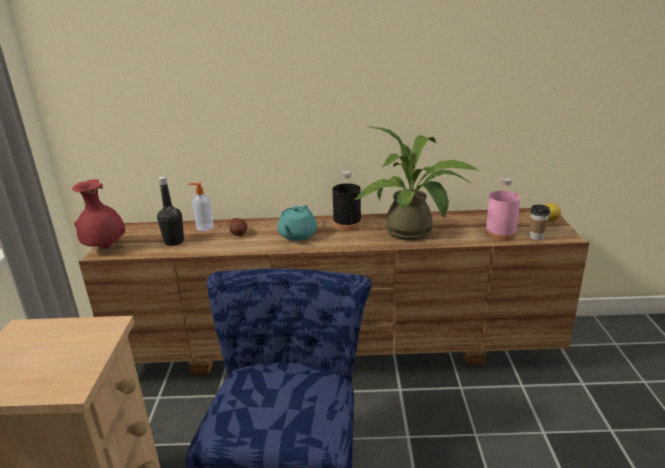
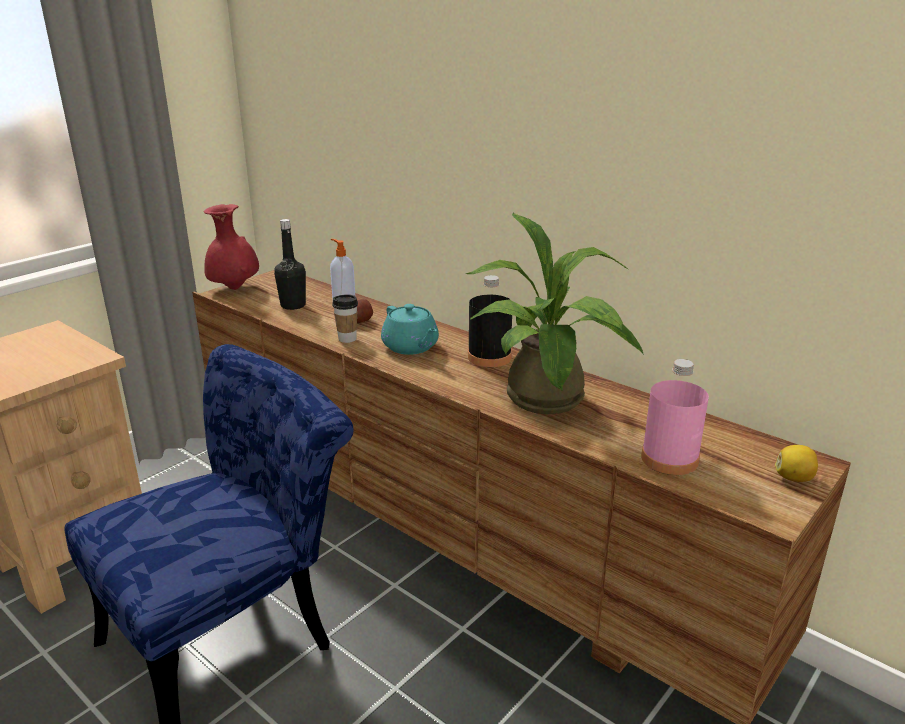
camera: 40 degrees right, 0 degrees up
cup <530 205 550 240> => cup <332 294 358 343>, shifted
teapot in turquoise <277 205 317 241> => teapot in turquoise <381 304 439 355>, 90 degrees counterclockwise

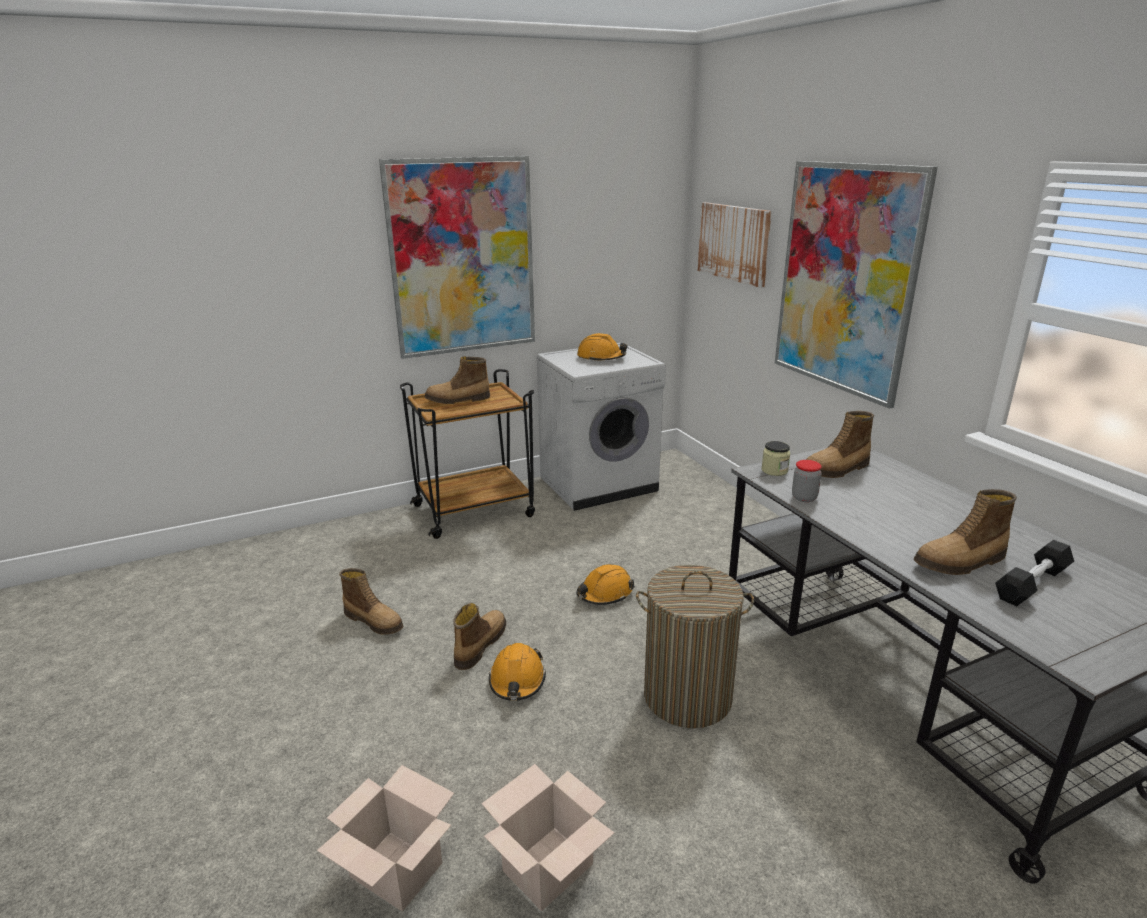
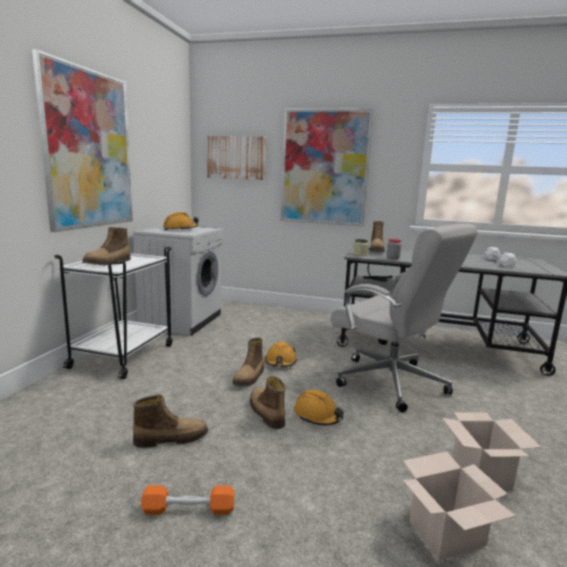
camera: 50 degrees left, 10 degrees down
nothing => dumbbell in orange <141 485 234 515>
boot <914 489 1017 575> => boot <232 338 264 386>, shifted
laundry basket <636 565 754 728> => office chair in grey <331 224 478 412>
cart in brown <400 369 535 539> => cart in white <54 247 173 379>
dumbbell in black <995 540 1074 606> => dumbbell in white <485 247 517 267>

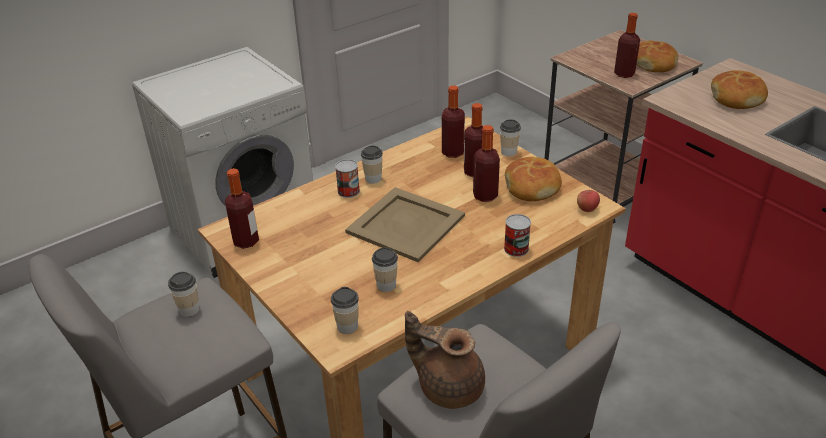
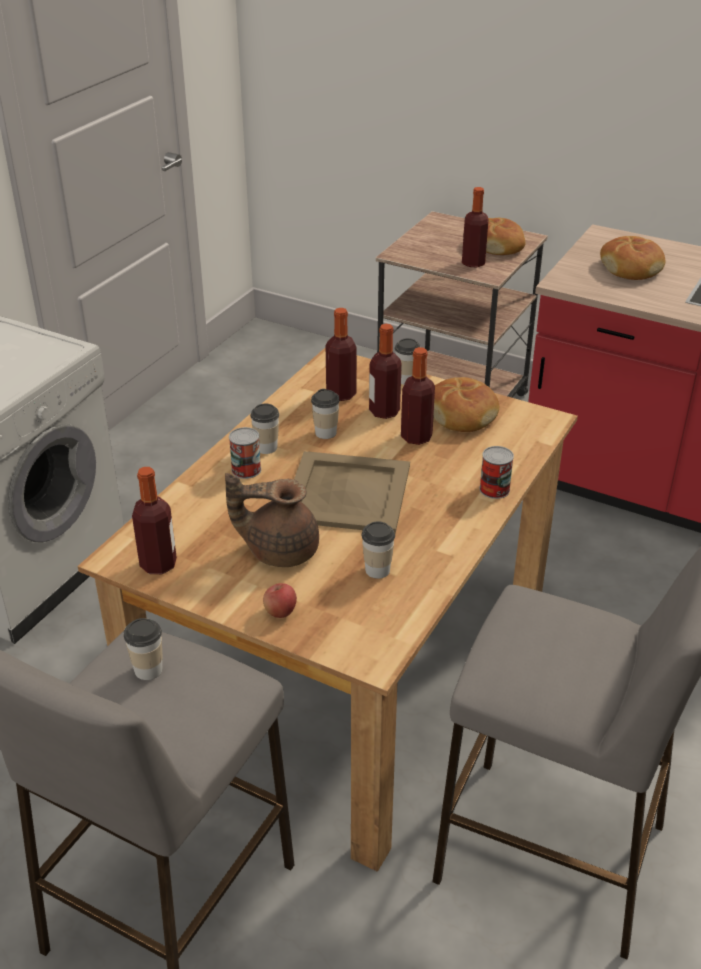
camera: 25 degrees left, 0 degrees up
cup <331 287 359 334> => cup <311 389 340 439>, shifted
teapot in brown <405 311 485 409> => teapot in brown <225 473 319 567>, shifted
apple <577 190 600 212> => apple <263 583 297 618>, shifted

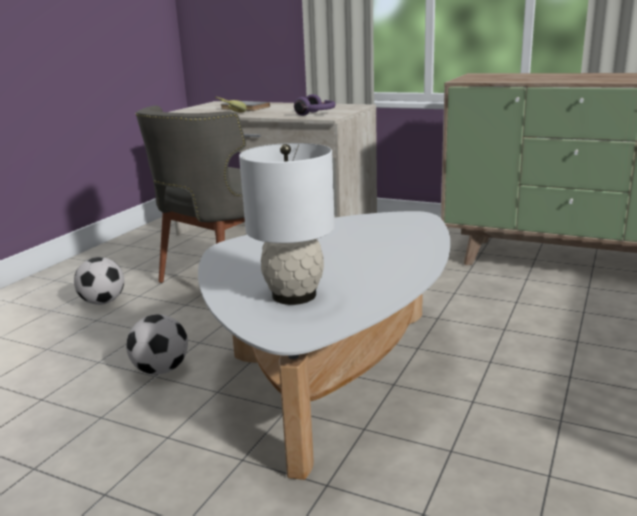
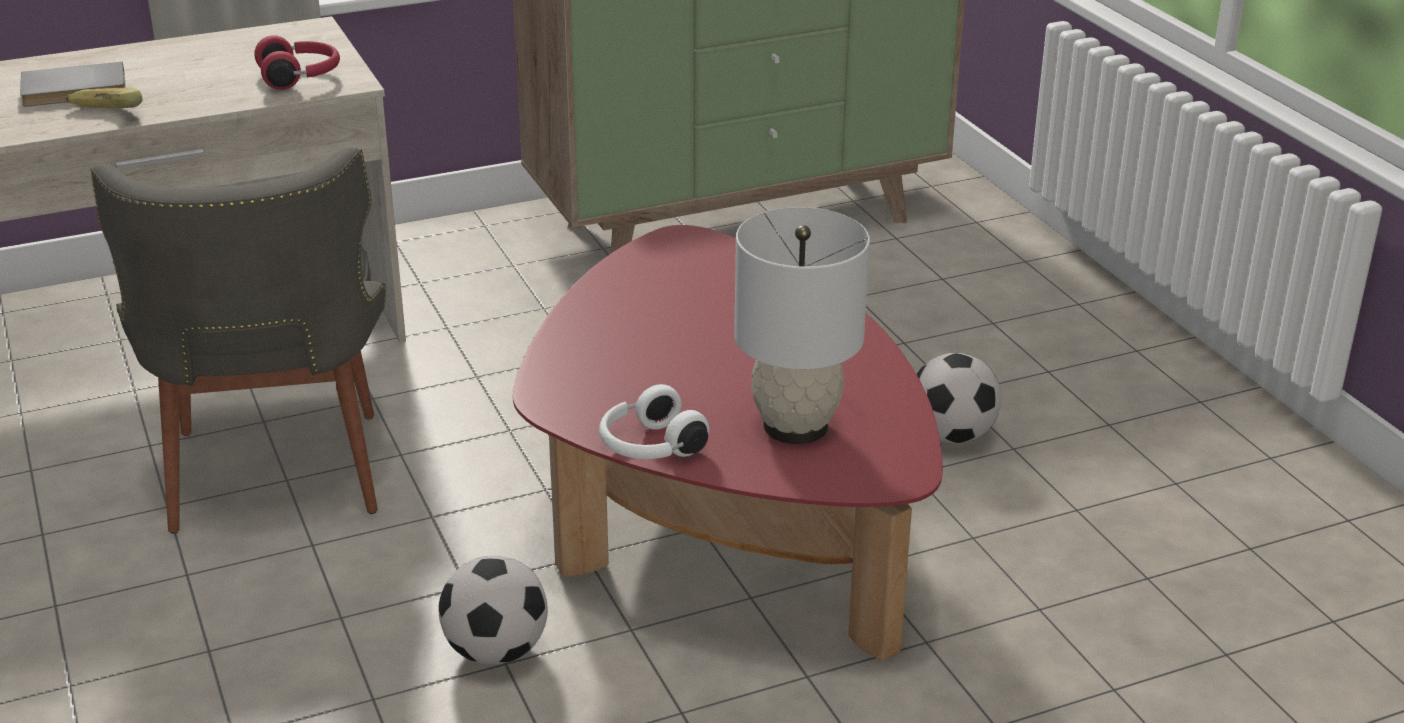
camera: 50 degrees left, 10 degrees up
nothing => headphones in white <599 384 709 459>
football <74 257 124 305> => football <917 353 1001 444>, shifted
coffee table in white <198 211 450 480> => coffee table in red <513 225 943 660>
headphones in purple <294 94 336 116> => headphones in red <254 35 340 90>

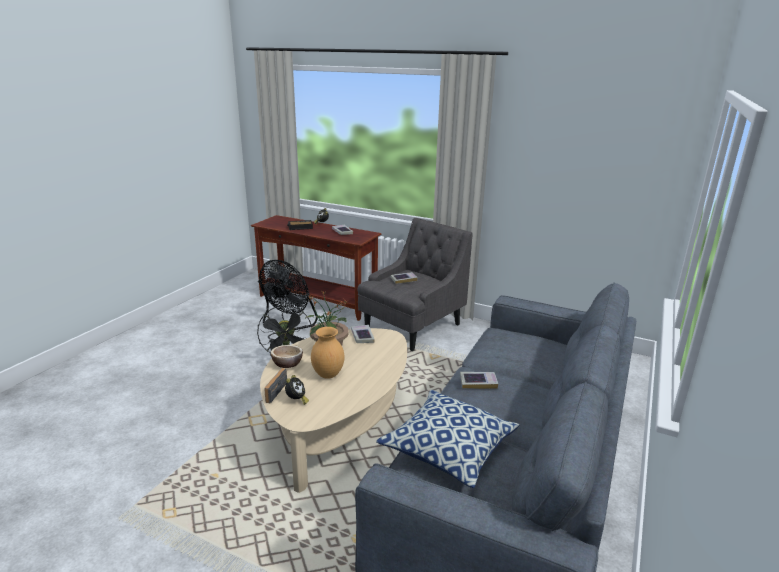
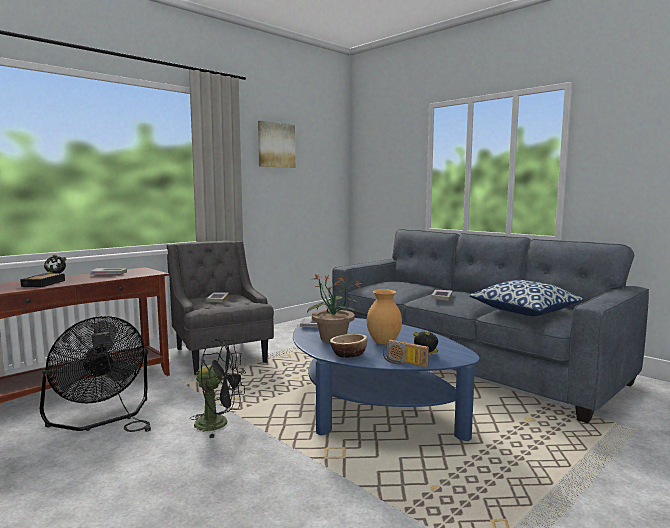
camera: 70 degrees left, 15 degrees down
nothing => picture <258 121 295 168>
coffee table in beige <260 328 407 493> => coffee table in blue <293 318 479 441>

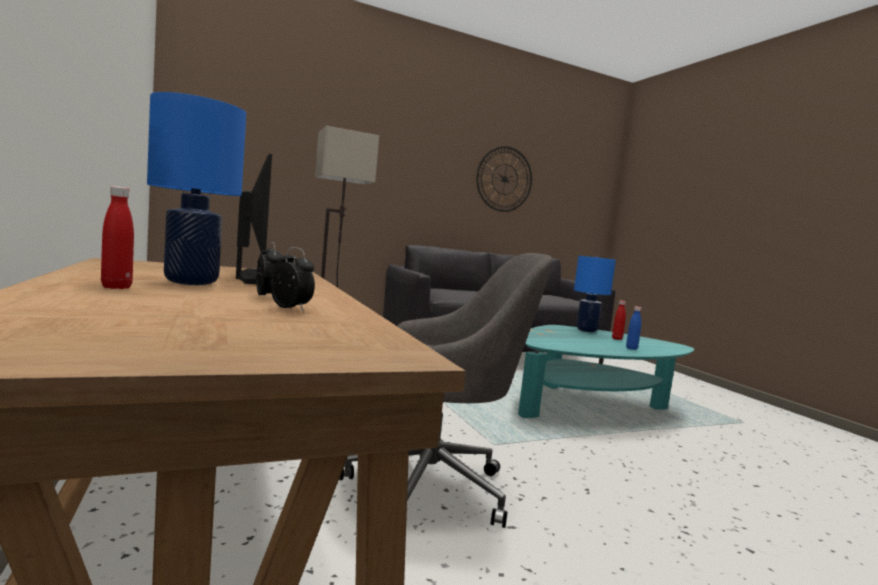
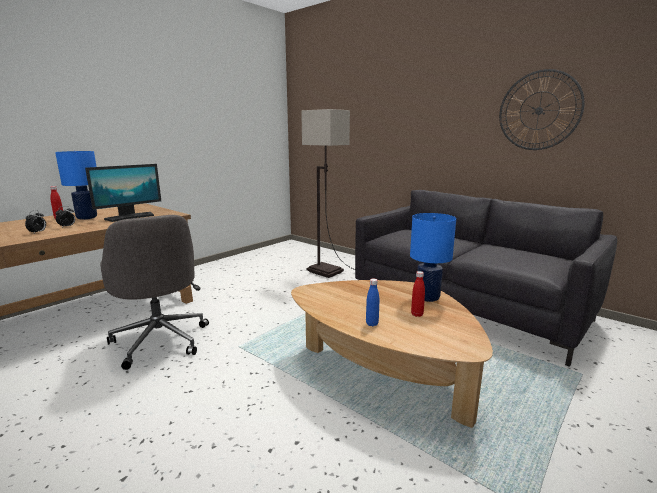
camera: 65 degrees right, 10 degrees up
coffee table in turquoise <518 325 694 418> => coffee table in brown <291 280 493 428>

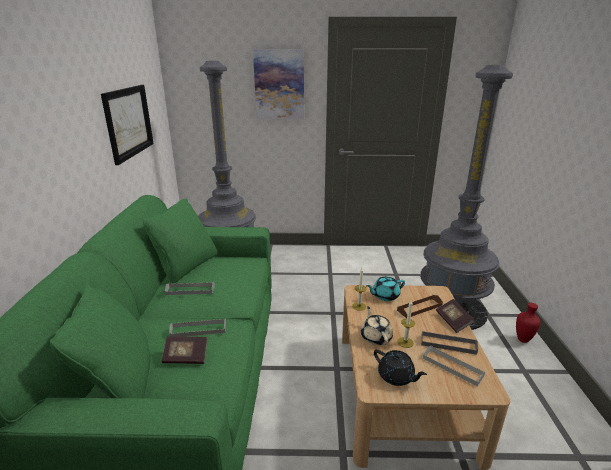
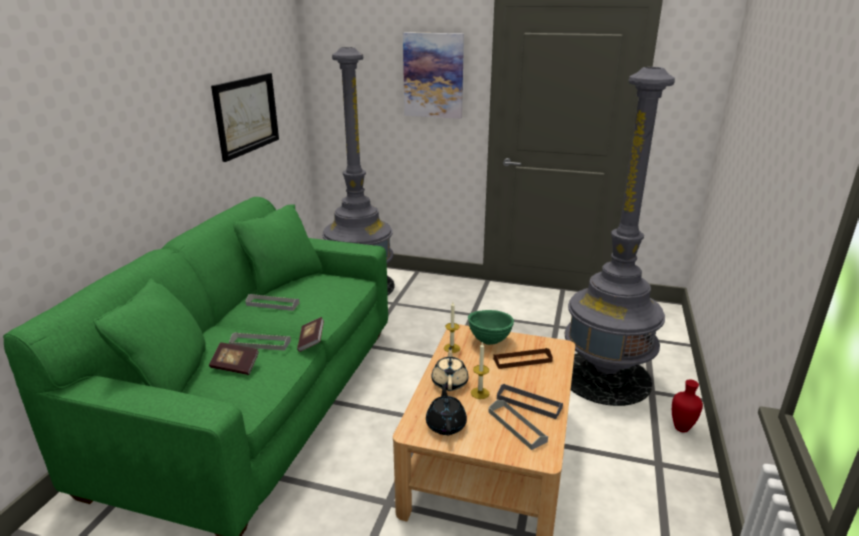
camera: 15 degrees right, 0 degrees up
book <436 299 475 333> => book <297 317 324 352>, shifted
teapot in turquoise <367 277 405 301> => bowl in green <468 310 514 345>
teapot in black <374 350 427 386> => teapot in black <426 384 467 436>, 150 degrees counterclockwise

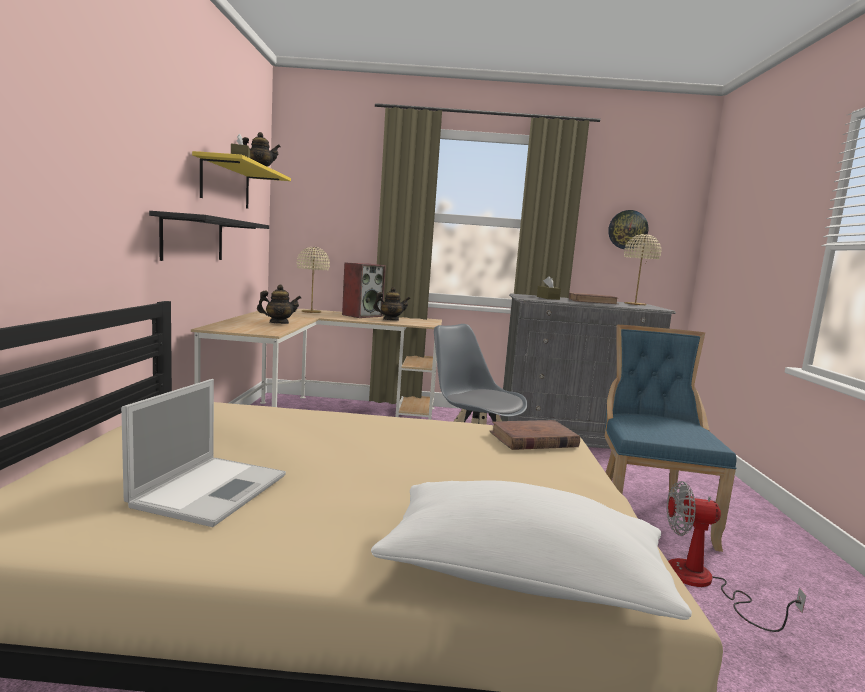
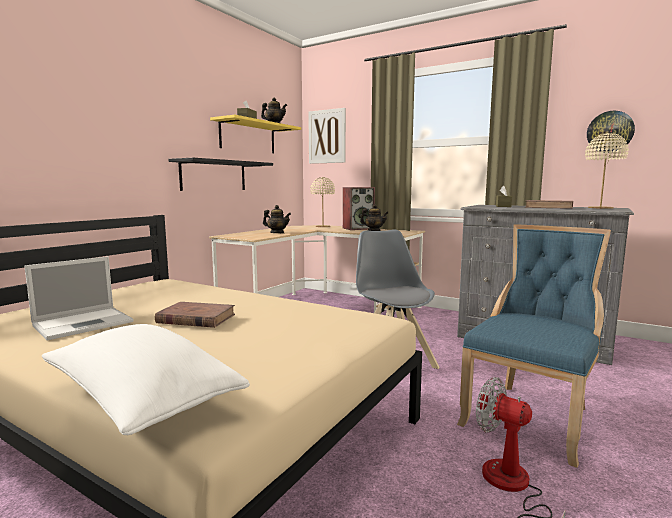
camera: 30 degrees right, 0 degrees up
nothing => picture <308 108 346 164>
book in brown <490 420 580 450> => book in brown <155 302 235 328>, shifted

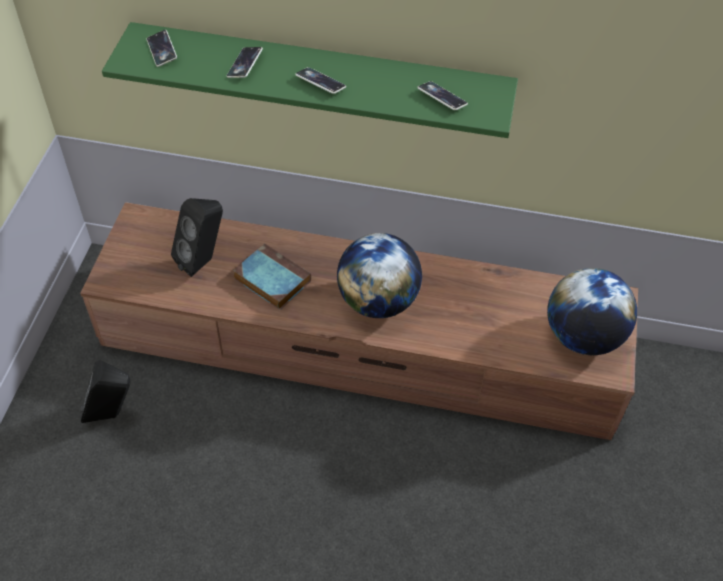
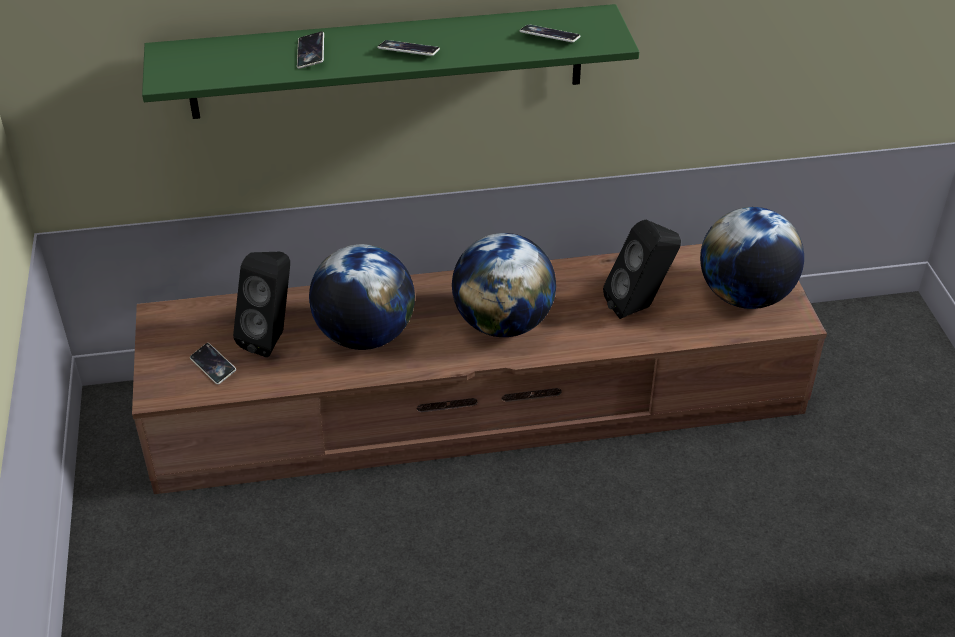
camera: 20 degrees left, 10 degrees down
speaker in black <81 360 130 423> => speaker in black <603 220 681 319>, shifted
phone <147 30 177 67> => phone <190 343 236 385>, shifted
book <233 243 311 310> => globe <309 244 415 350>

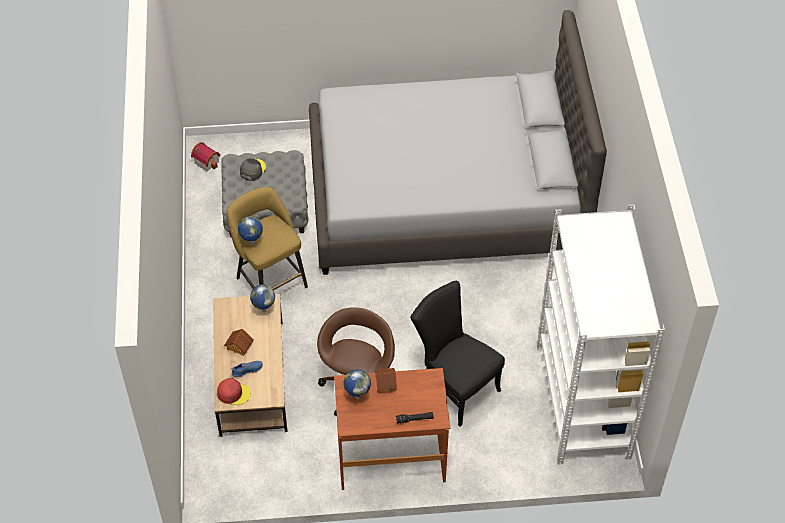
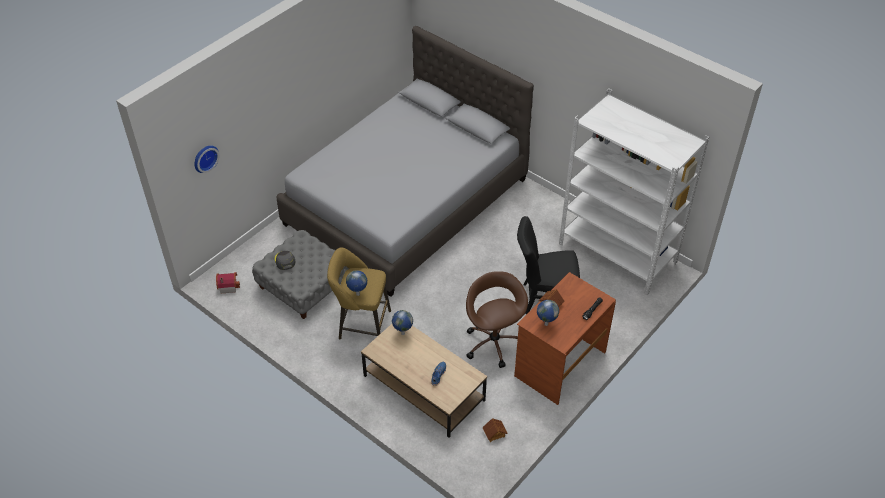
camera: 45 degrees left, 5 degrees down
cap in red <217 378 251 405> => nothing
nothing => wall clock <194 145 219 173>
toy house <224 329 254 356> => toy house <482 418 508 442>, shifted

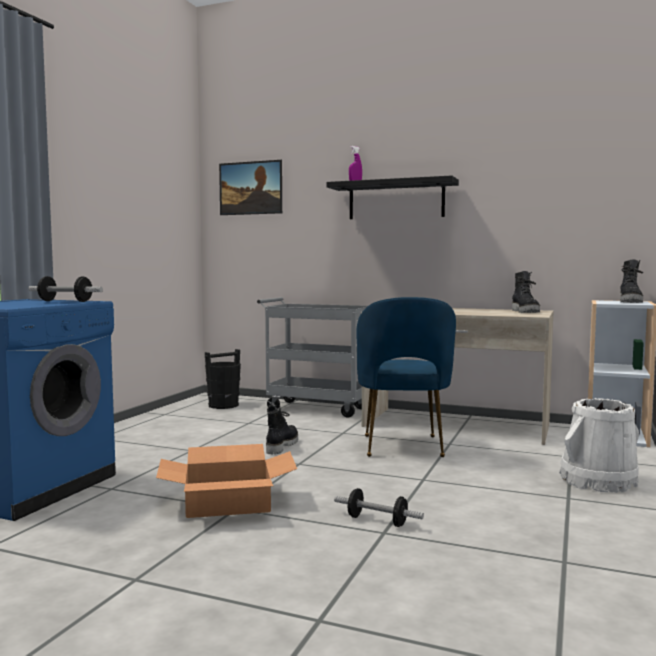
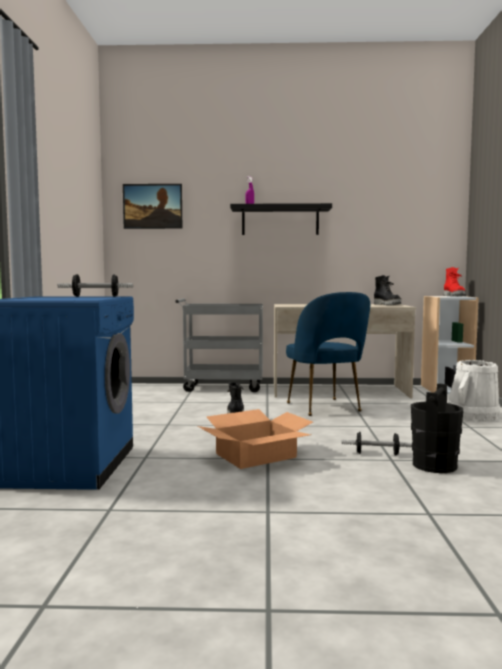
camera: 20 degrees left, 0 degrees up
bucket in black <205 349 241 409> => bucket in black <411 383 464 473>, shifted
boot in black <620 259 643 303> => boot in red <444 267 466 297>

